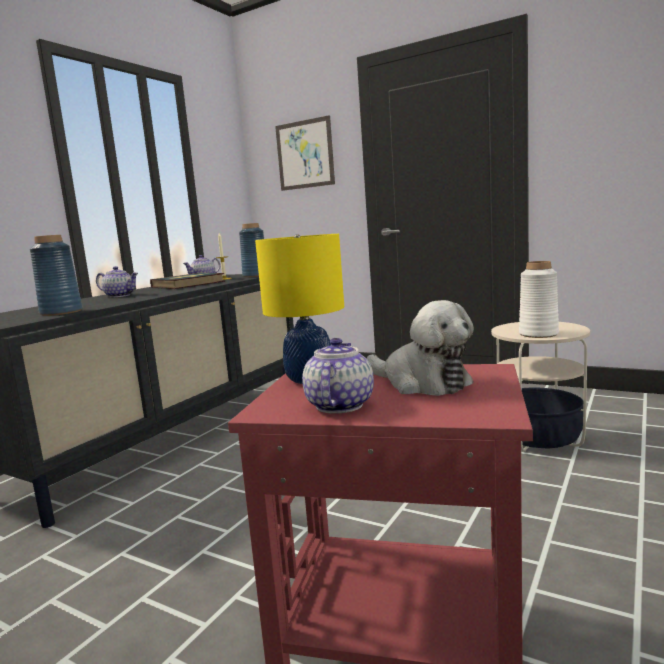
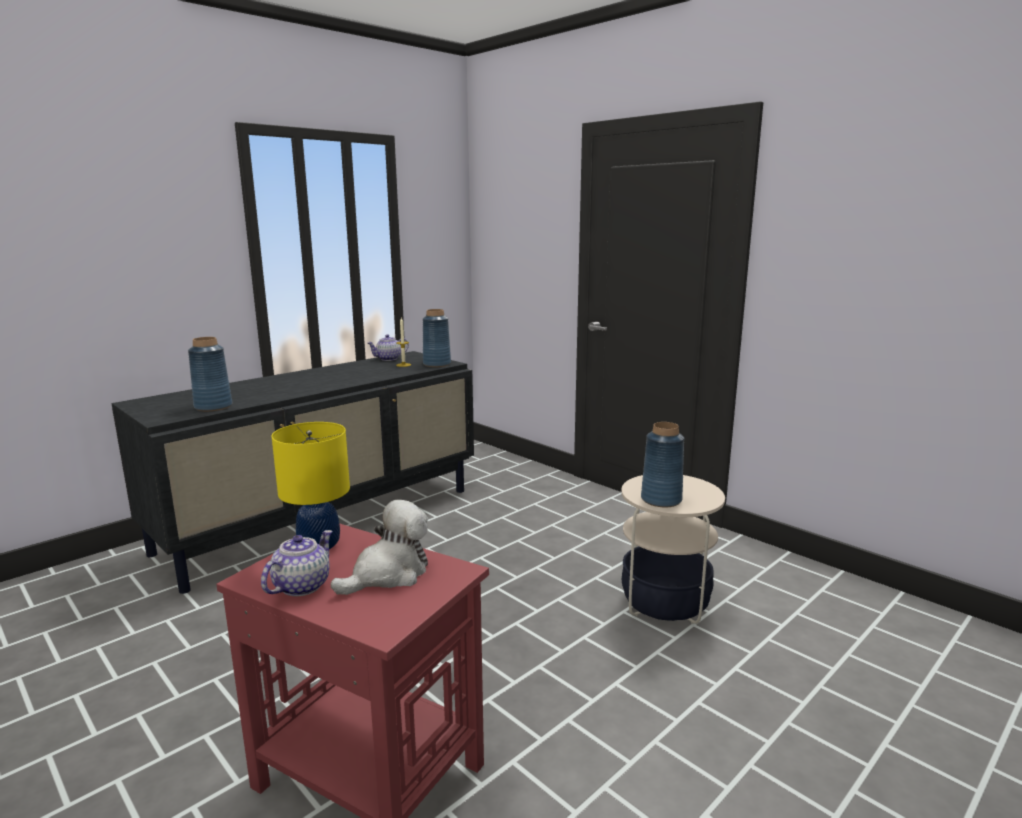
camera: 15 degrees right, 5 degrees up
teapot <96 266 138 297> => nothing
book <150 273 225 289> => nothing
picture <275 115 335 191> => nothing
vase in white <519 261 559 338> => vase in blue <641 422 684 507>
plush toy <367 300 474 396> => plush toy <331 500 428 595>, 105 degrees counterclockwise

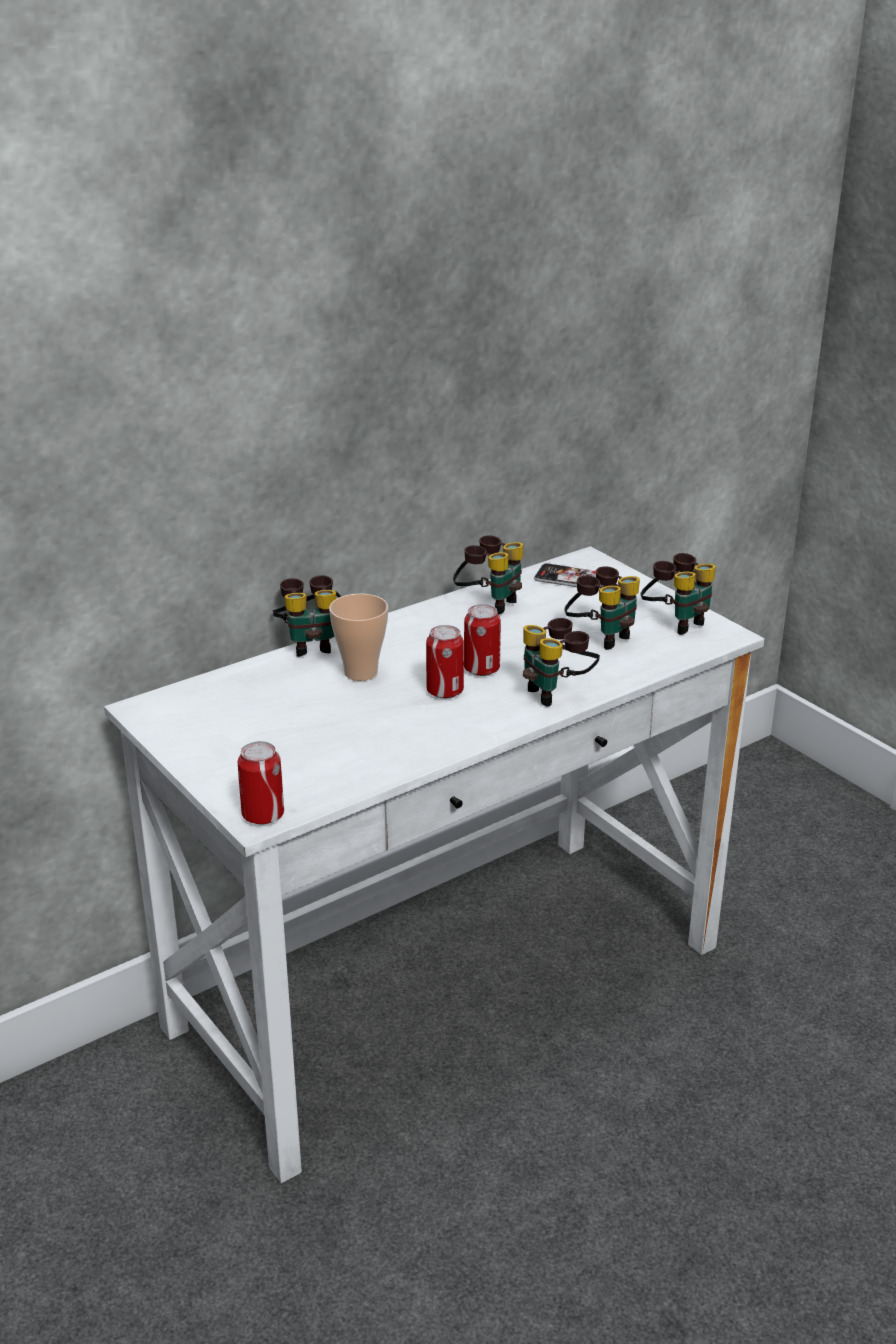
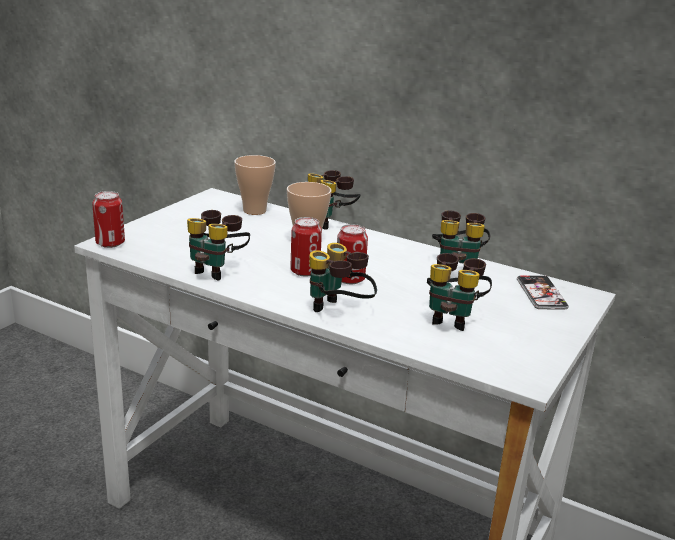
camera: 65 degrees right, 5 degrees down
nothing => cup <234 155 276 215>
binoculars <640 553 716 635> => binoculars <187 210 250 280>, shifted

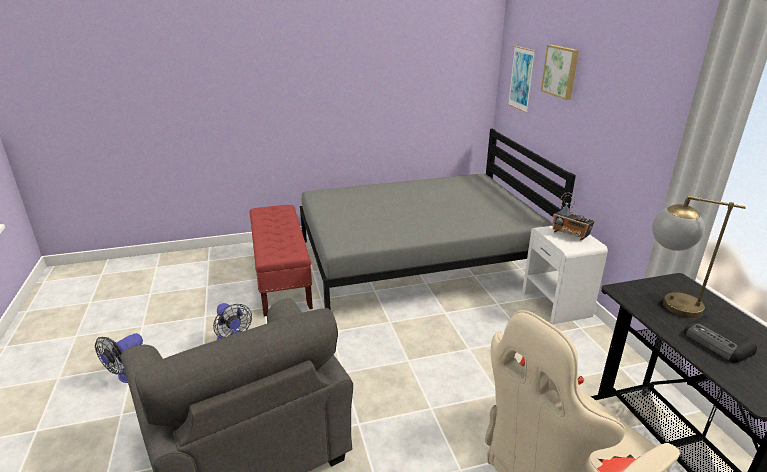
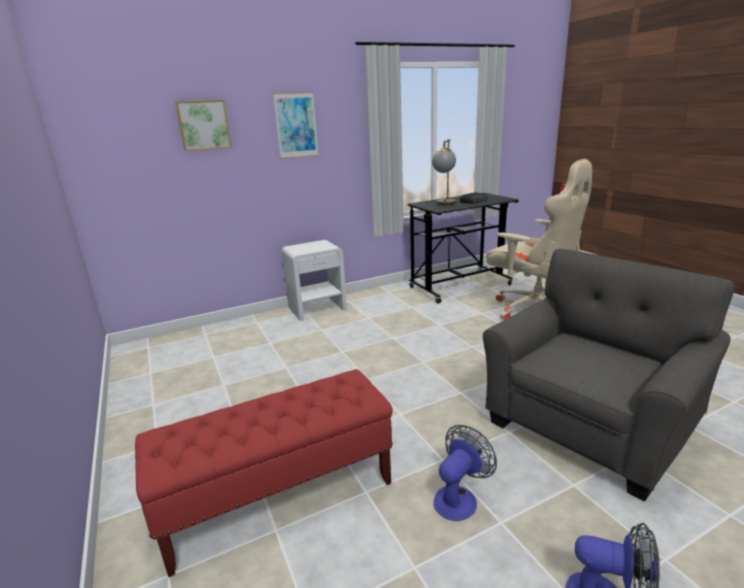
camera: 100 degrees left, 5 degrees down
bed in grey <300 129 576 310> => nothing
radio <553 192 595 240> => nothing
picture <508 46 536 113> => picture <273 92 319 159>, shifted

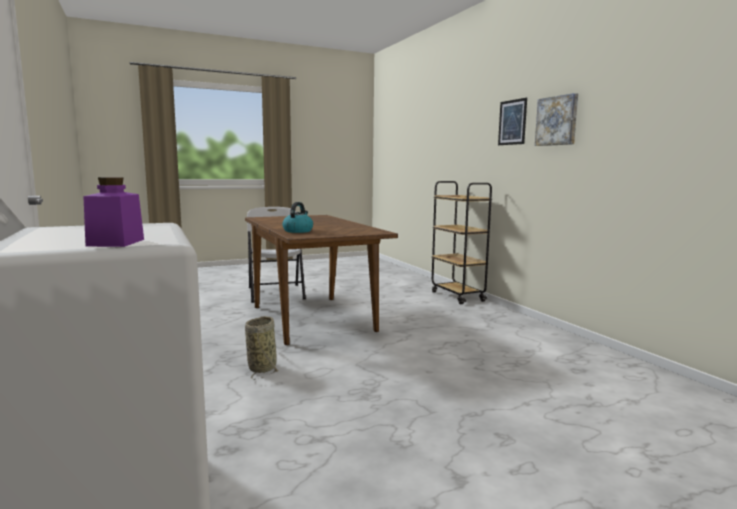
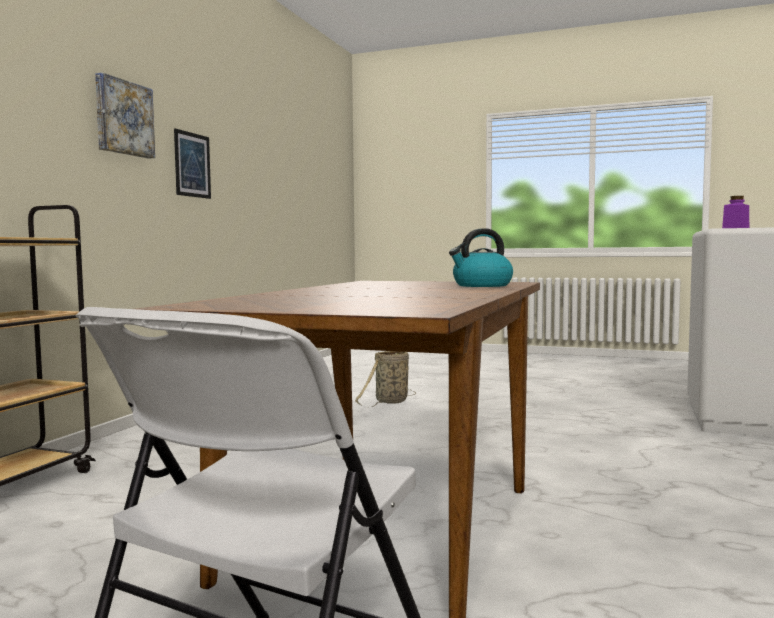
camera: 135 degrees left, 5 degrees down
basket <245 316 279 380> => basket <355 351 416 407>, shifted
picture <498 98 527 145> => picture <174 128 211 199>, shifted

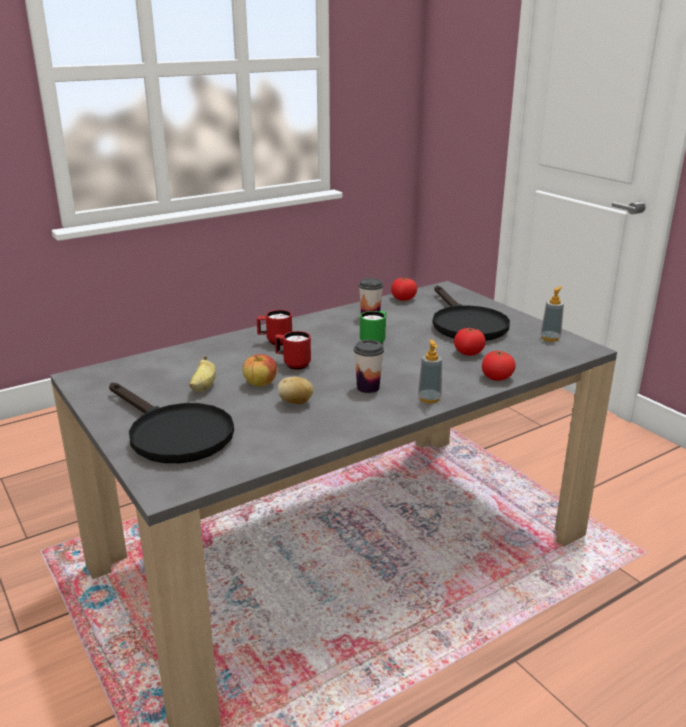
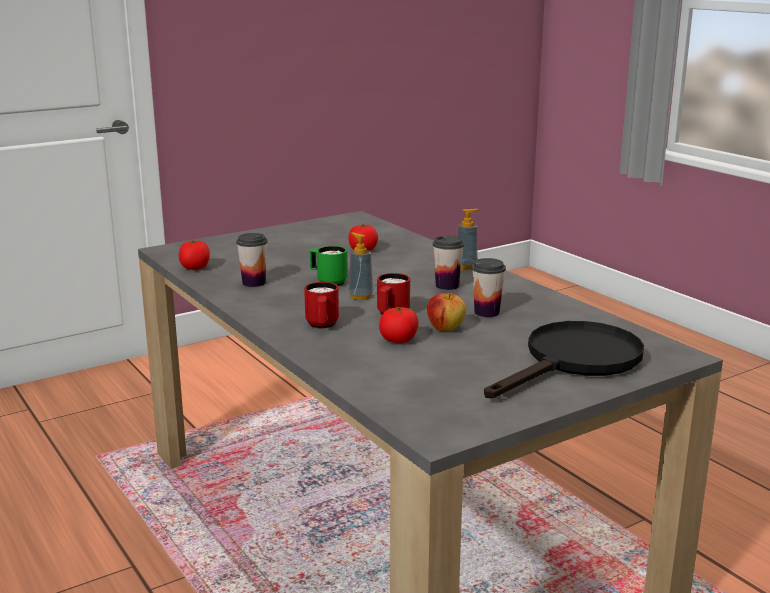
camera: 90 degrees left, 5 degrees down
banana <189 356 216 392> => nothing
frying pan in black <433 286 510 341> => nothing
tomato <482 351 516 381> => tomato <379 307 419 343>, shifted
soap dispenser <541 286 564 342> => soap dispenser <348 233 373 300>, shifted
potato <278 377 313 404> => cup <472 258 506 317>

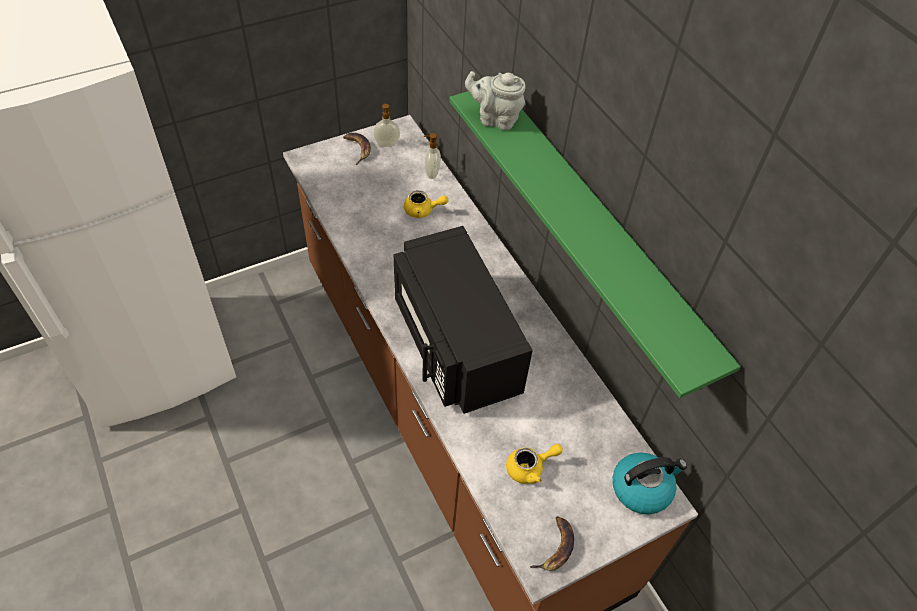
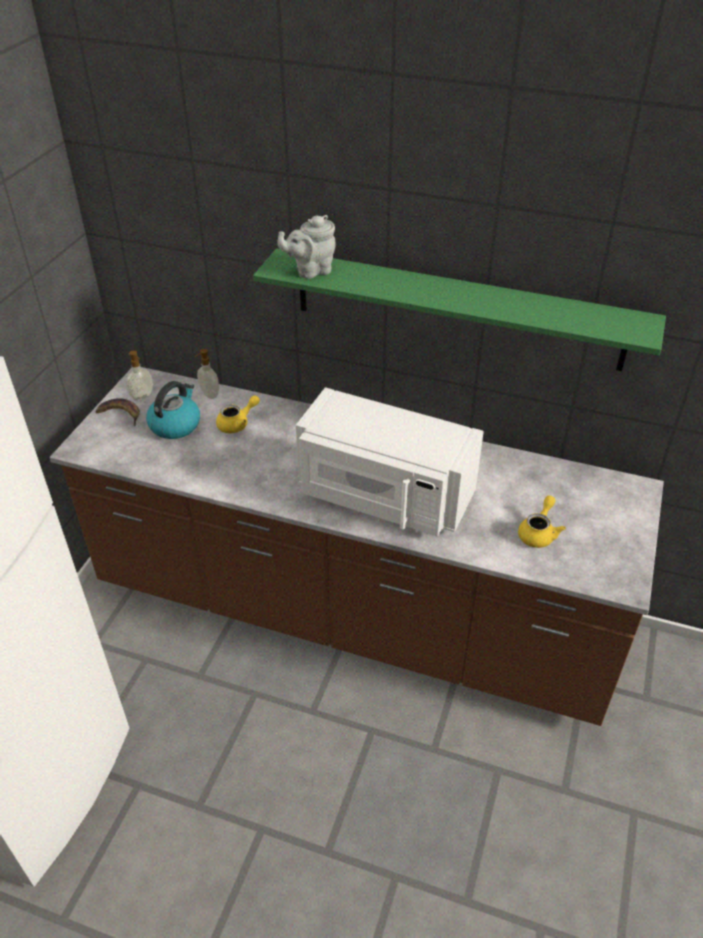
camera: 40 degrees left, 10 degrees down
banana <530 516 574 571> => nothing
kettle <612 452 687 514> => kettle <146 381 200 439>, shifted
microwave in black <394 226 533 414> => microwave in white <296 387 484 536>

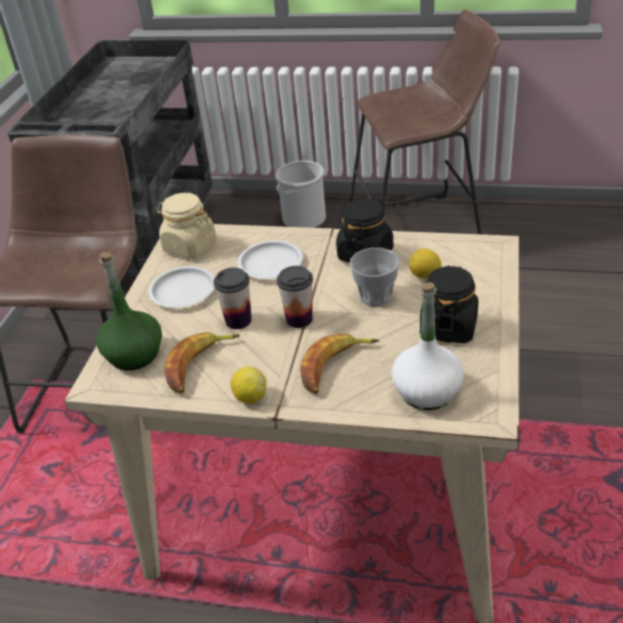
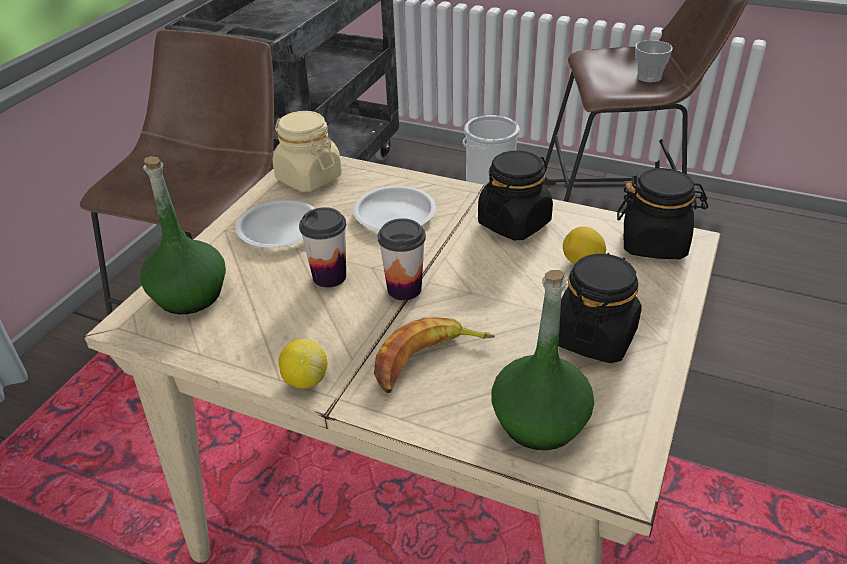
camera: 10 degrees right, 0 degrees up
banana <164 332 240 393> => nothing
nothing => jar in black <617 168 708 259>
cup <350 248 399 306> => cup <635 40 673 83>, shifted
bottle in white <392 282 464 410> => bottle in green <492 270 594 450>

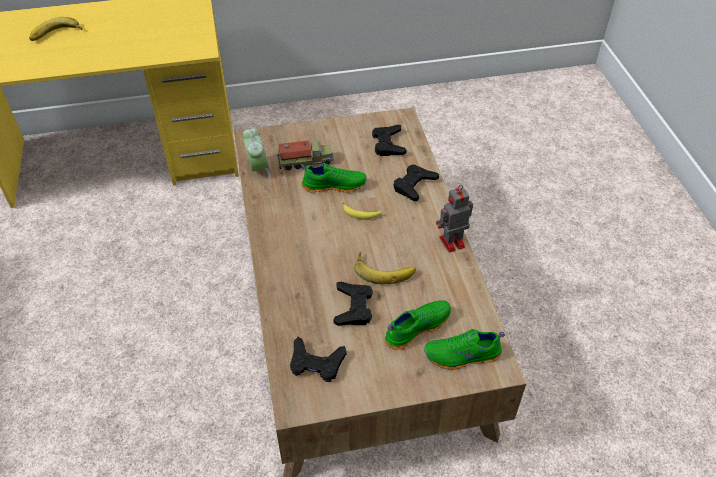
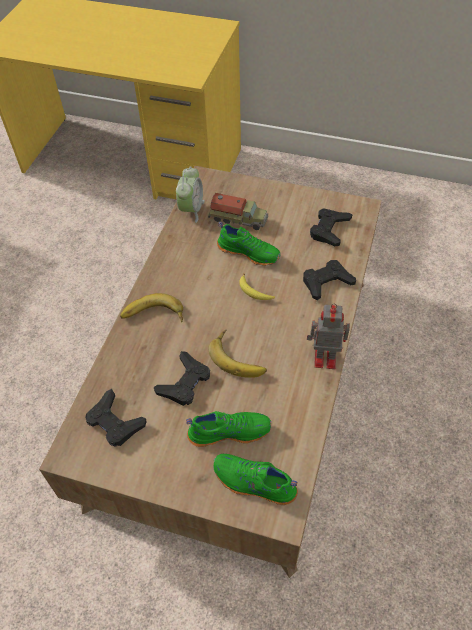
camera: 30 degrees right, 5 degrees up
banana <29 17 82 41> => banana <120 293 183 322>, shifted

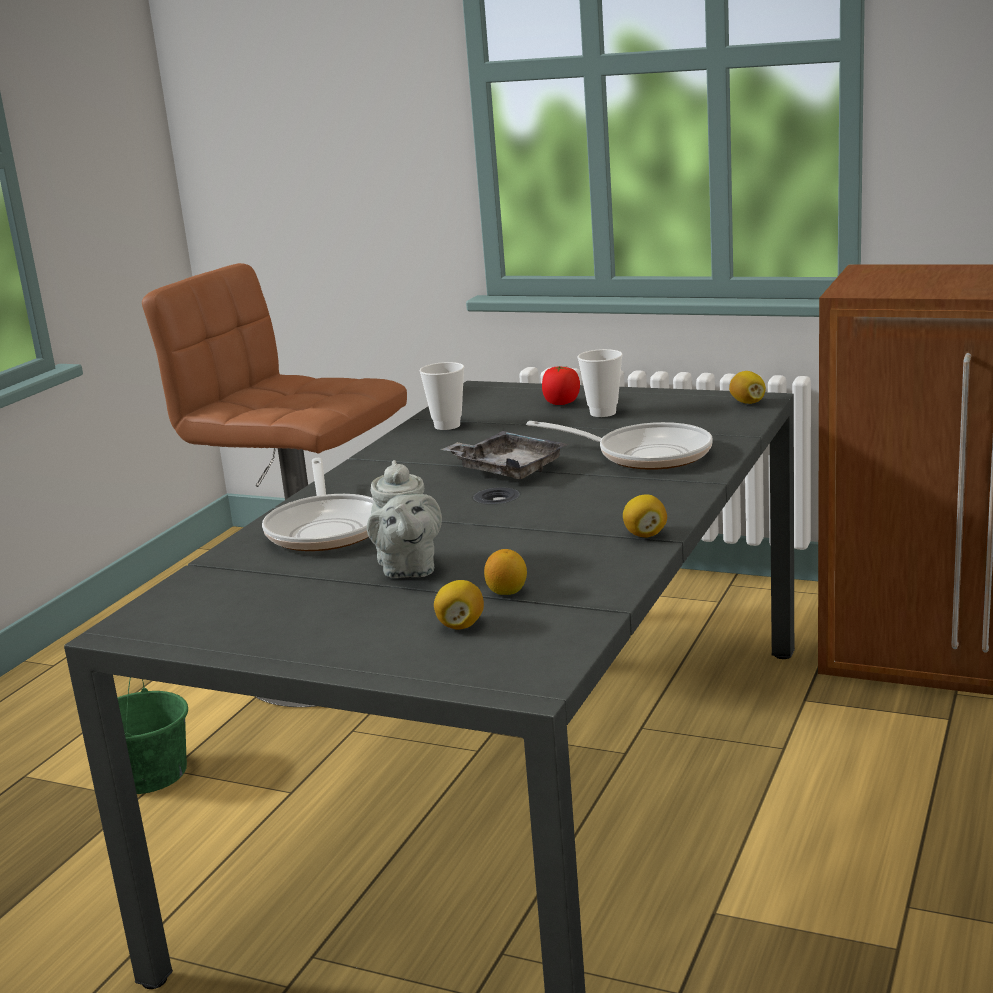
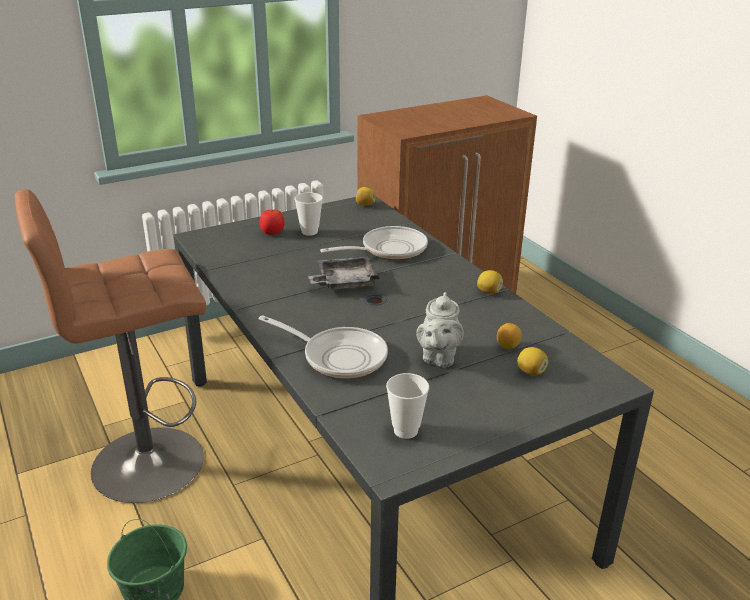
camera: 55 degrees left, 10 degrees up
cup <419 362 464 430> => cup <386 373 429 439>, shifted
teapot in grey <367 460 442 578> => teapot in grey <416 292 464 367>, 75 degrees clockwise

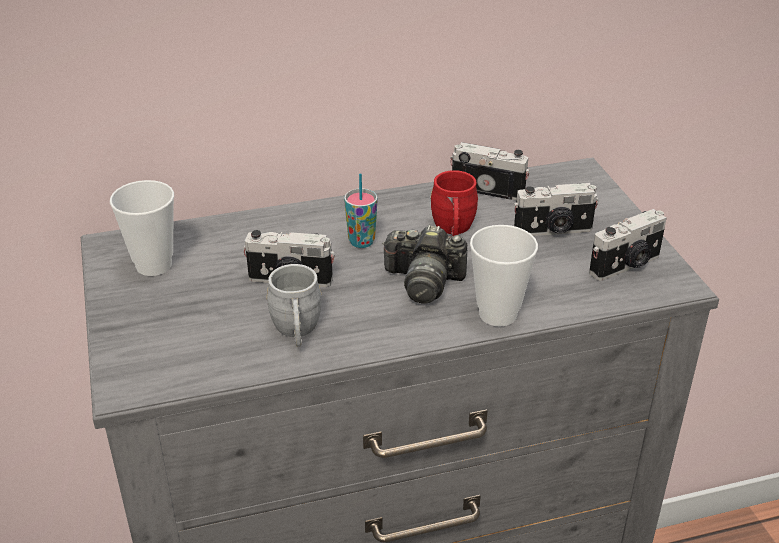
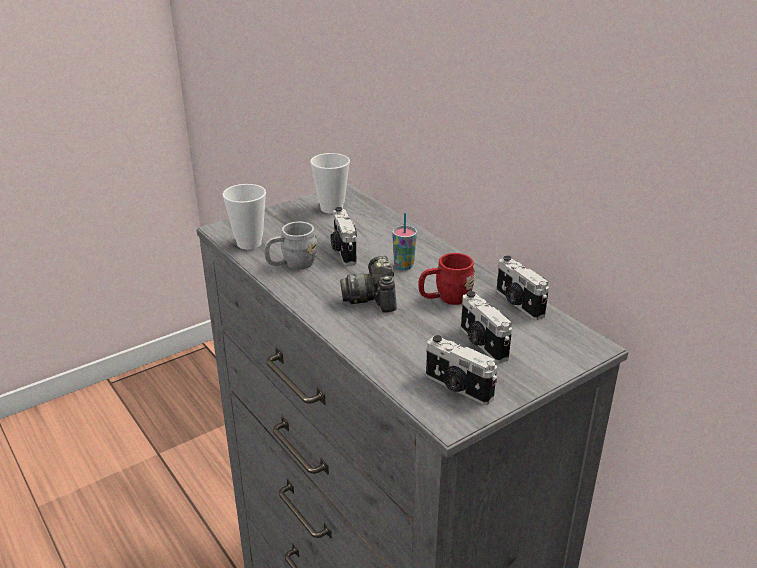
camera: 70 degrees right, 5 degrees down
cup <470 225 538 327> => cup <223 184 266 250>, shifted
photo camera <450 142 530 200> => photo camera <496 255 549 320>, 150 degrees clockwise

